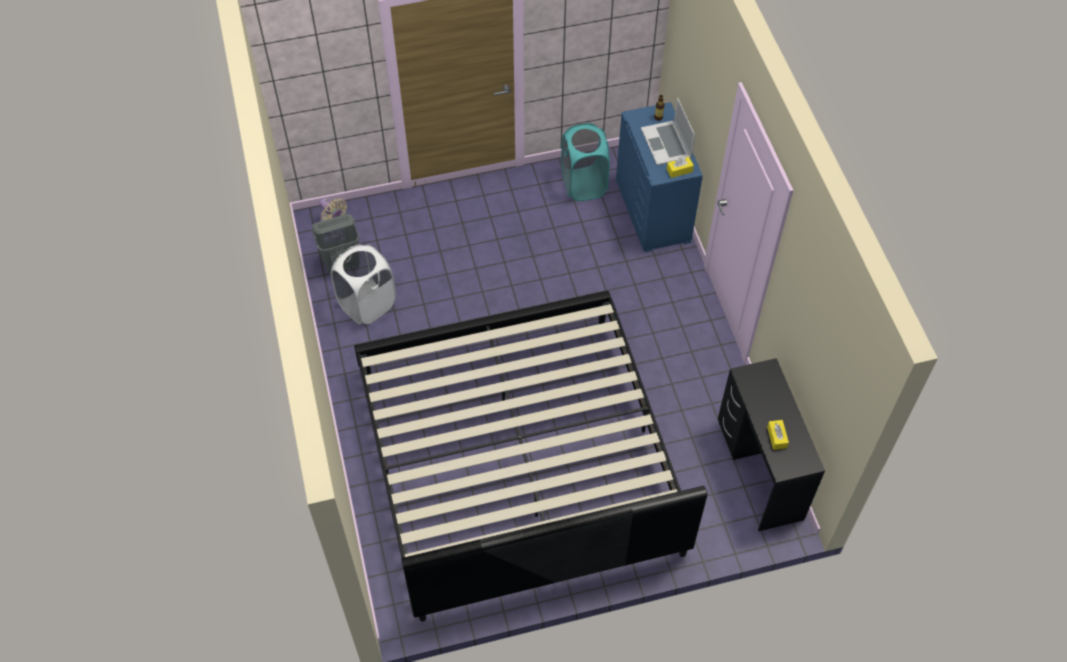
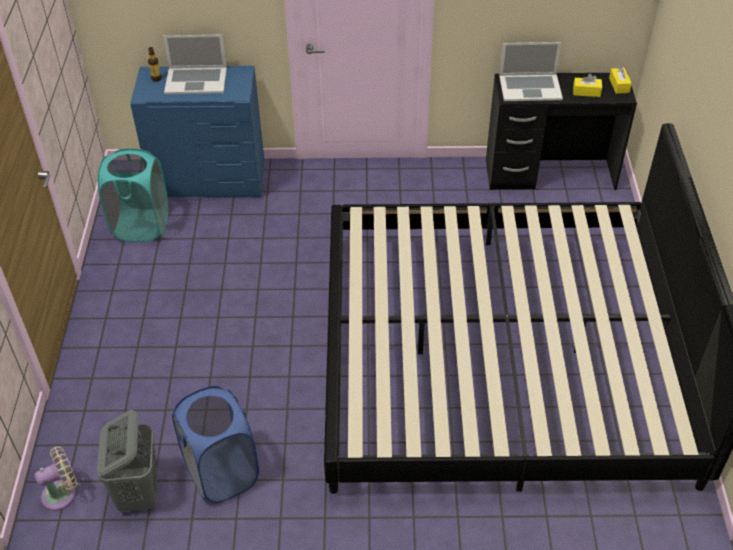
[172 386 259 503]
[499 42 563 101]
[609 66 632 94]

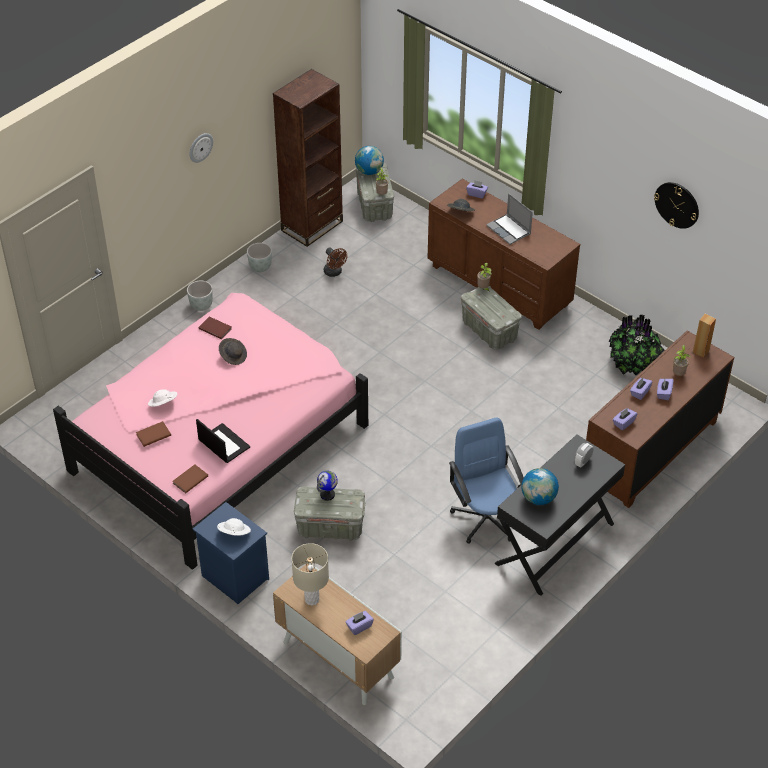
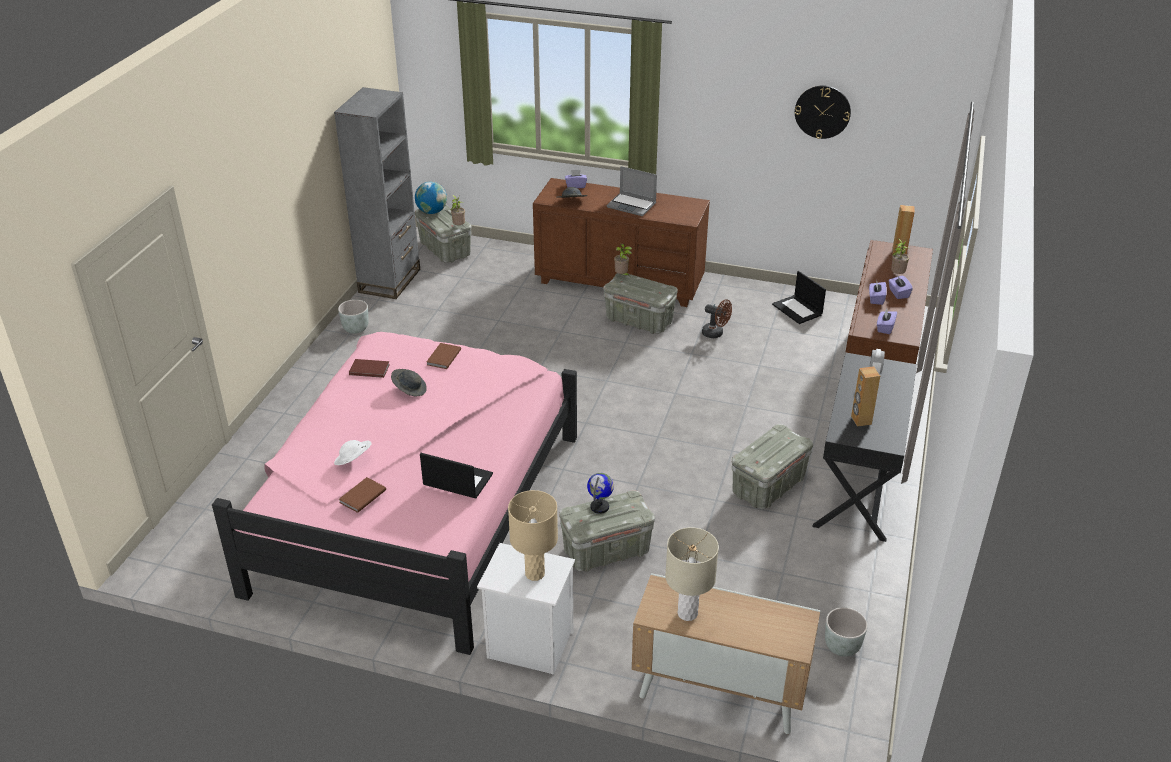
[334 87 420 299]
[426 343 461 369]
[477 543 575 675]
[508 490 558 581]
[702 300 732 338]
[732 424 813 509]
[772 271 826 324]
[825 607 868 657]
[851 366 880 427]
[189 133 213 163] (first image)
[345 611 374 635] (first image)

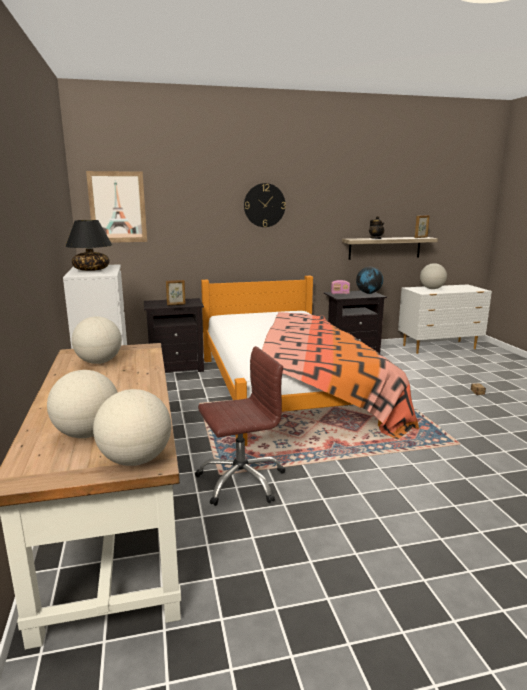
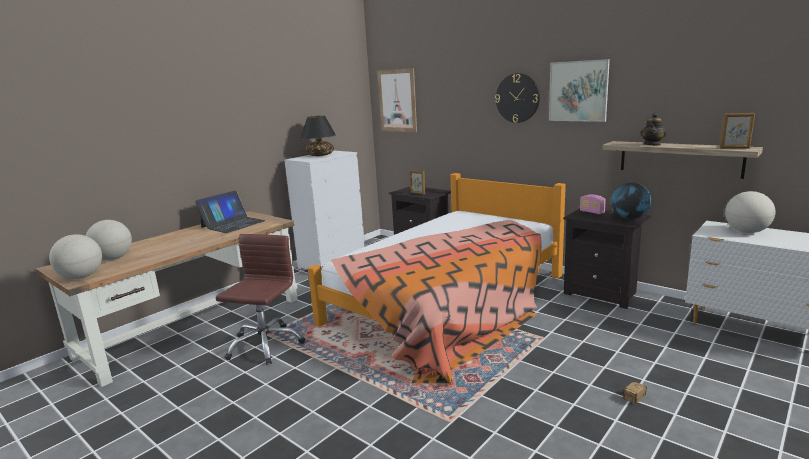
[195 190 266 233]
[216 234 305 365]
[549 59 610 122]

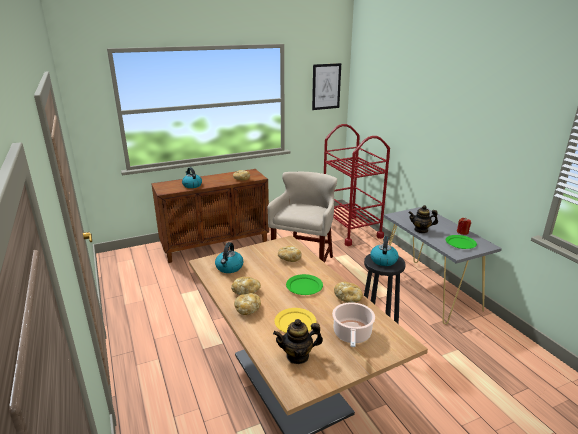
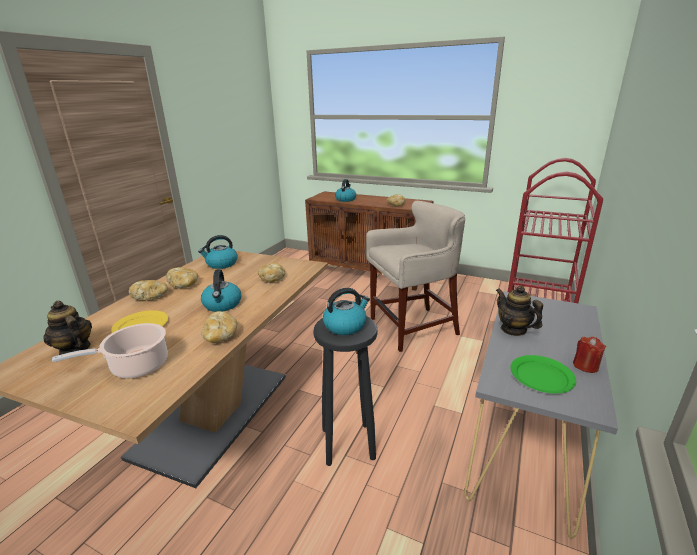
[201 269 241 312]
[312 63 341 110] (first image)

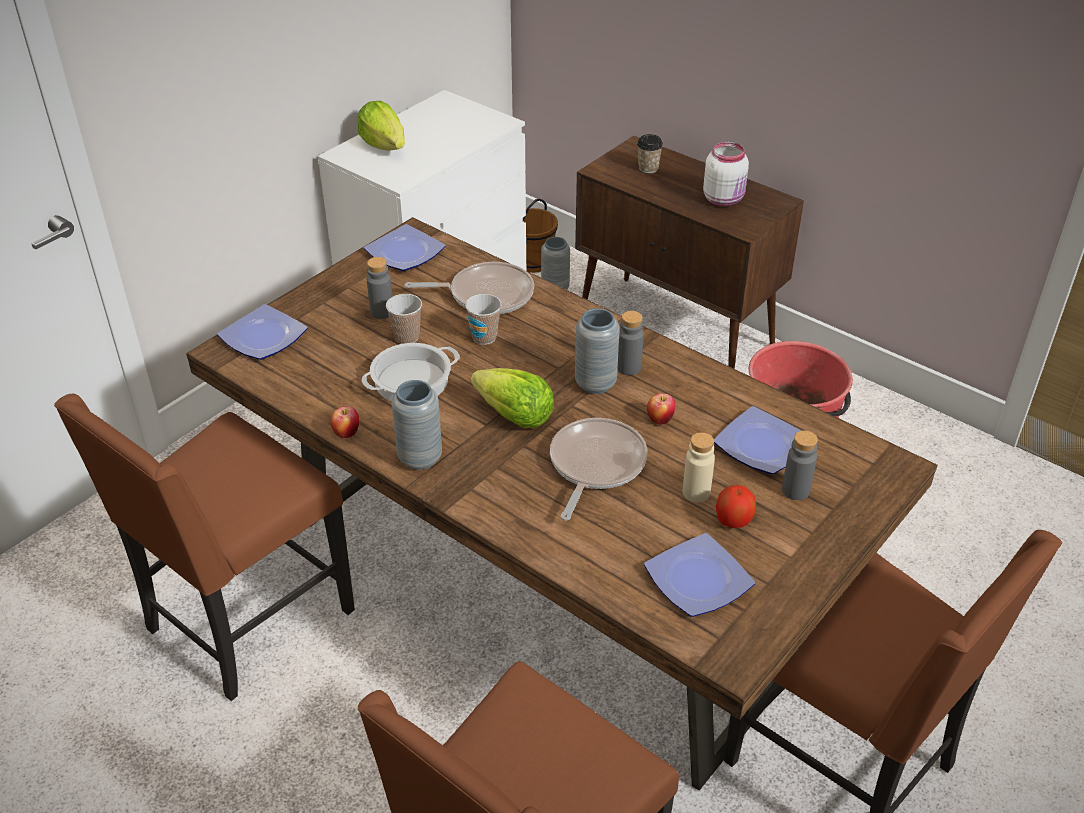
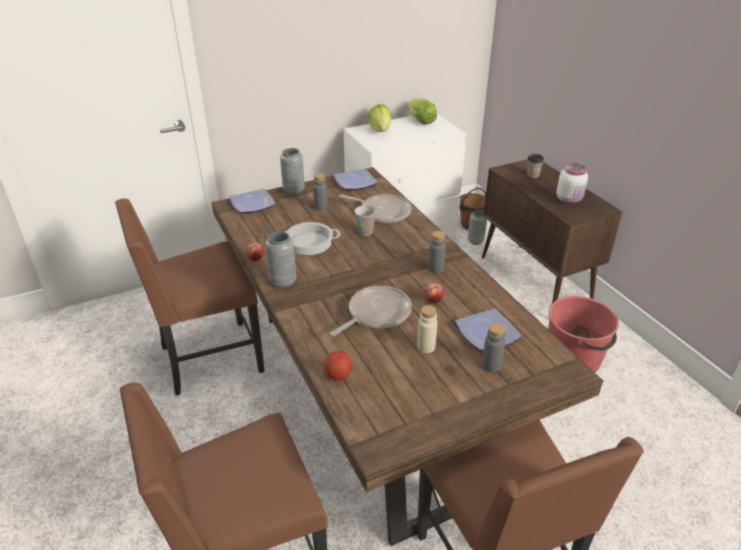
[280 148 305 195]
[325 351 352 381]
[408 99 437 124]
[386 294 422 344] (first image)
[644 533 755 617] (first image)

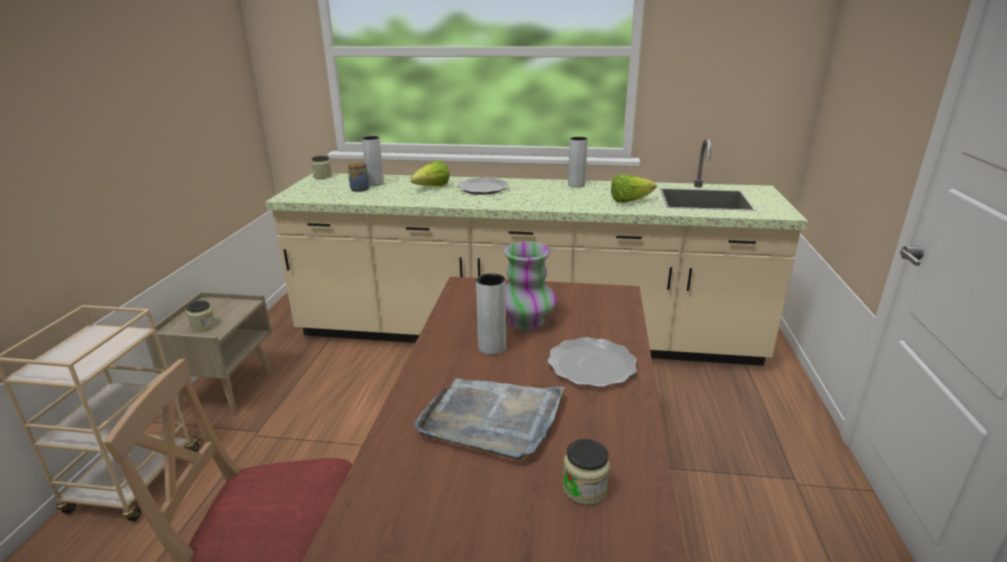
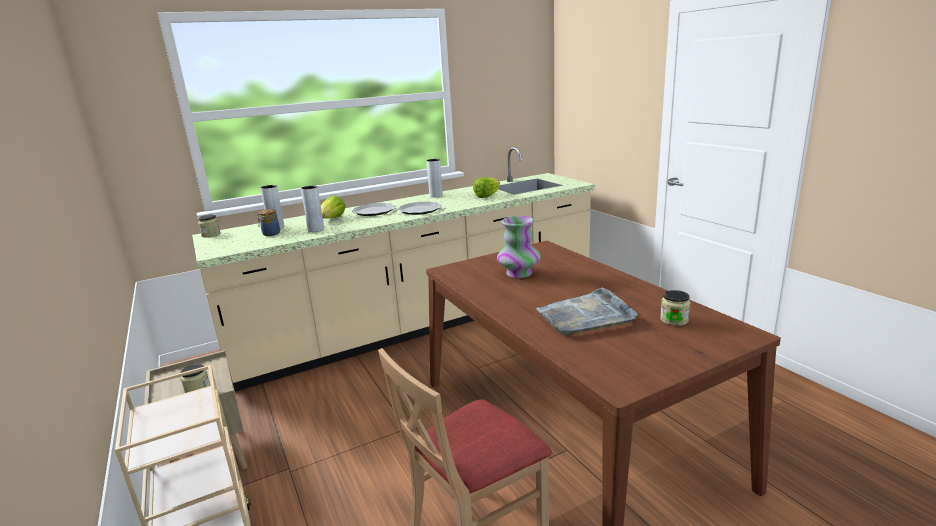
[301 186 324 232]
[398 202 442 215]

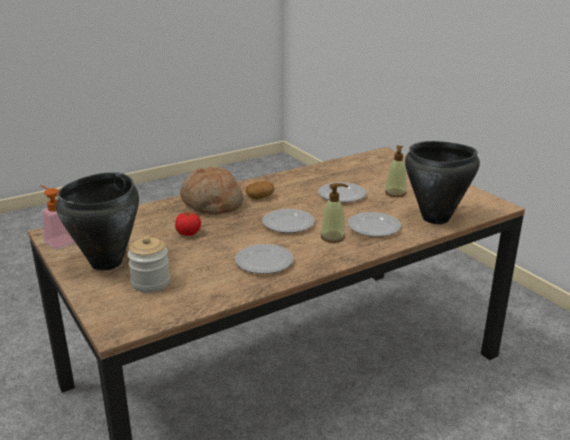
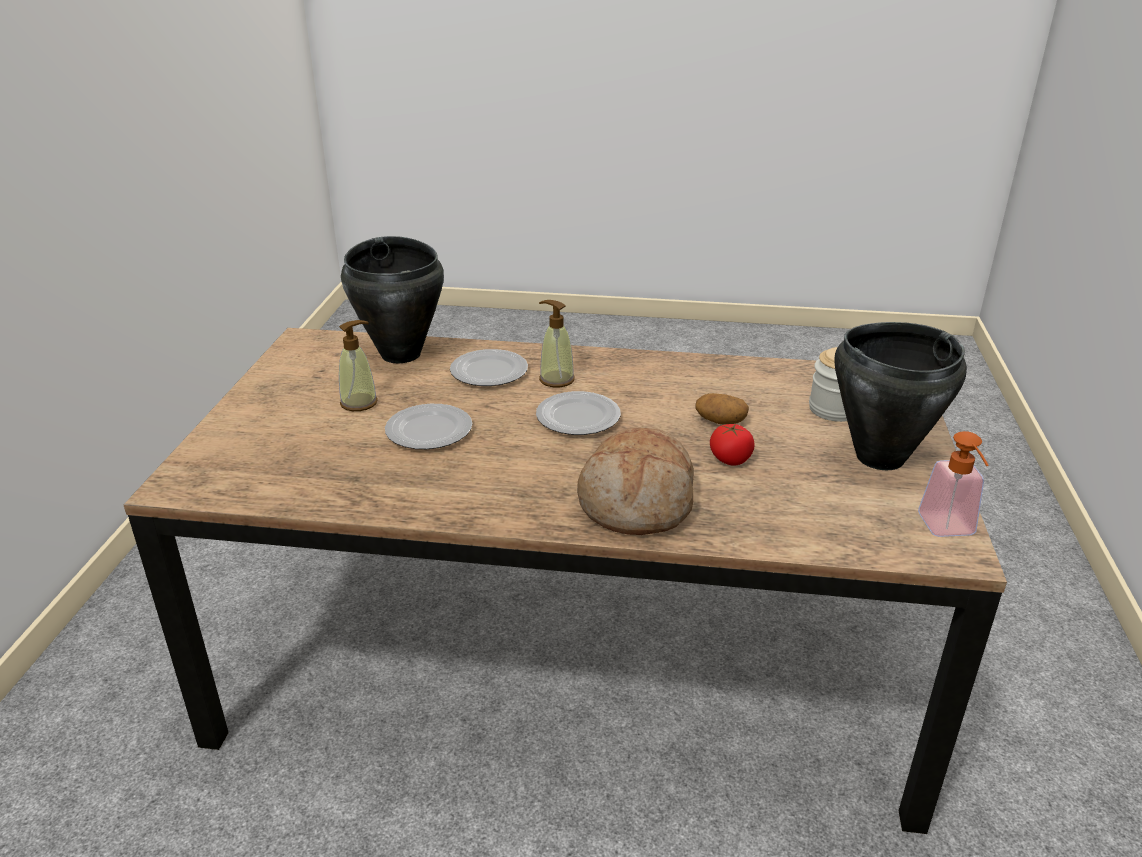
[696 393 749 425]
[235 244 294 274] (first image)

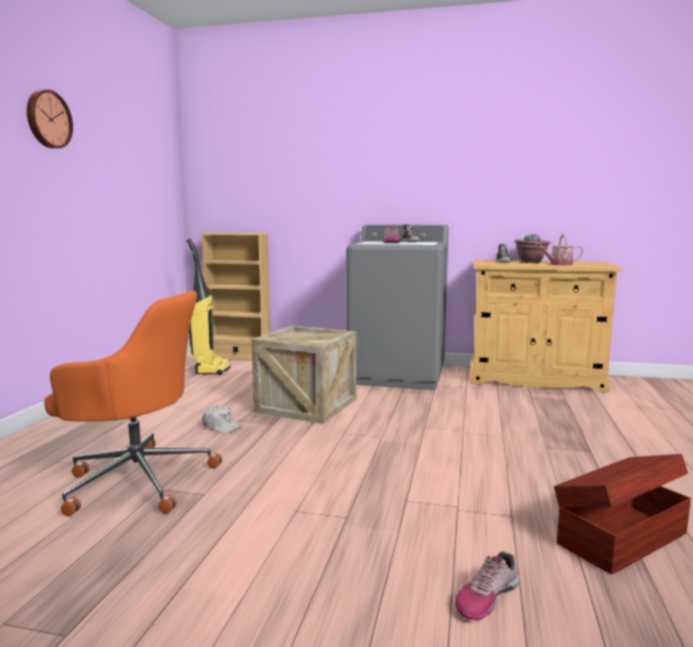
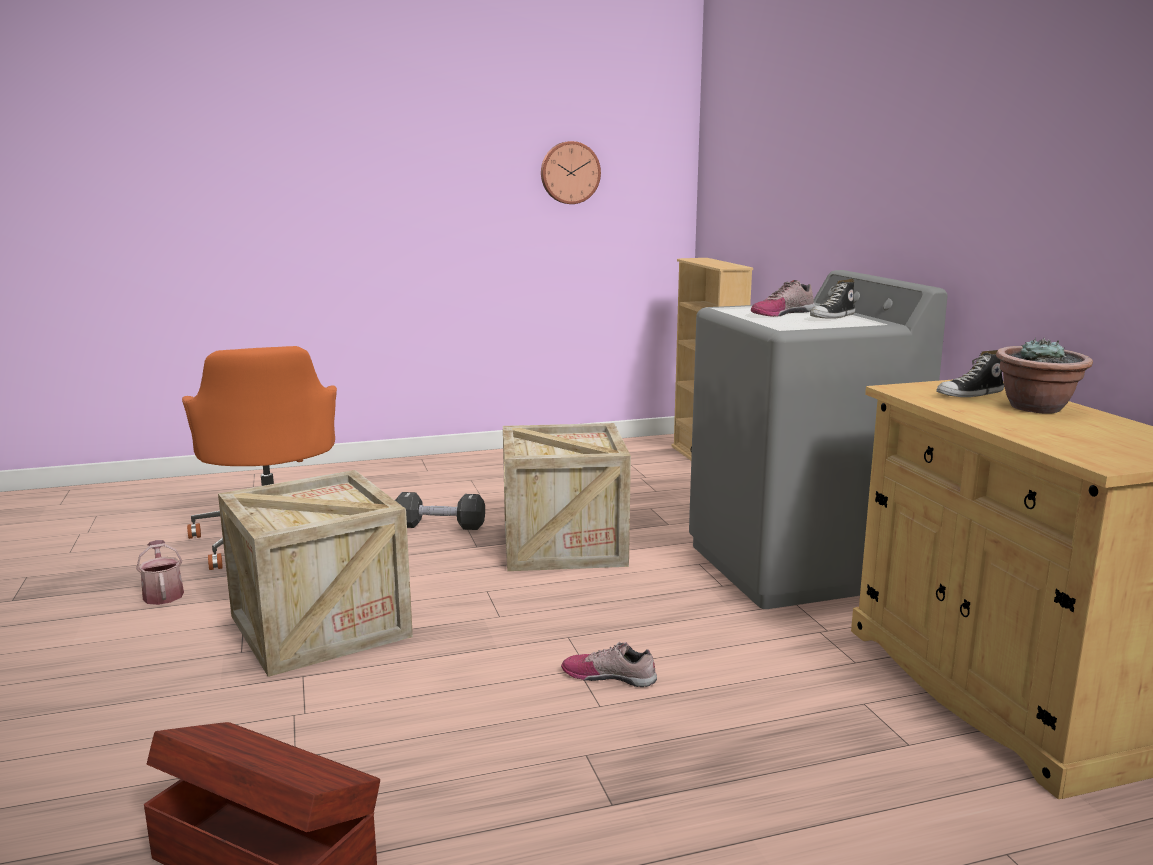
[136 540 184 605]
[218 470 413 677]
[395 492 485 530]
[541 141 601 204]
[561 641 657 687]
[186 238 231 375] (first image)

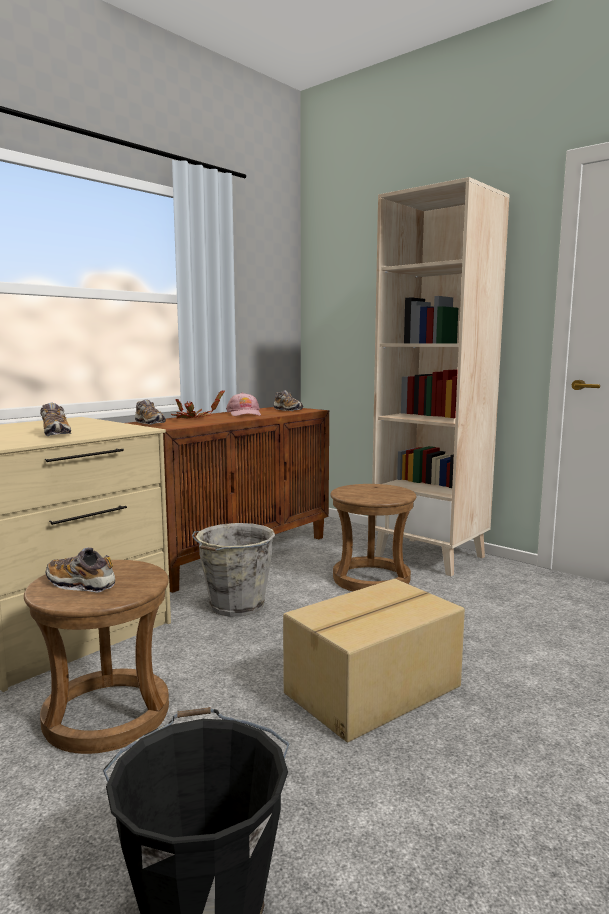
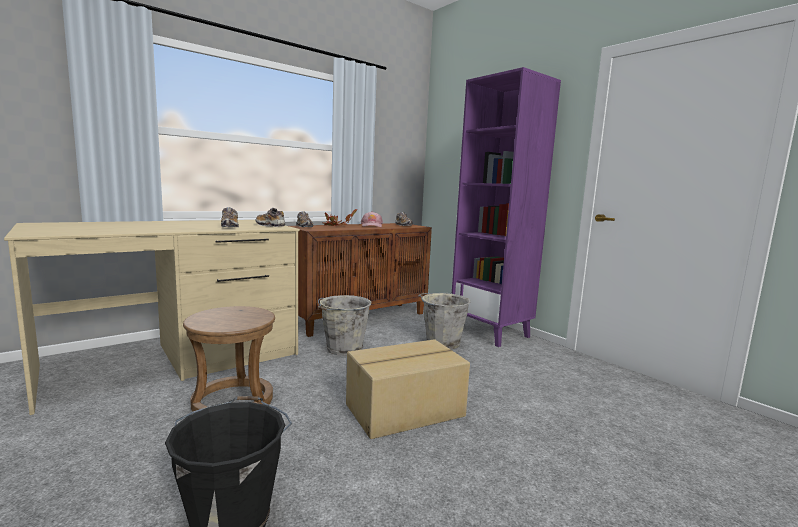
[255 208 285 227]
[418 293 471 349]
[452 67 561 347]

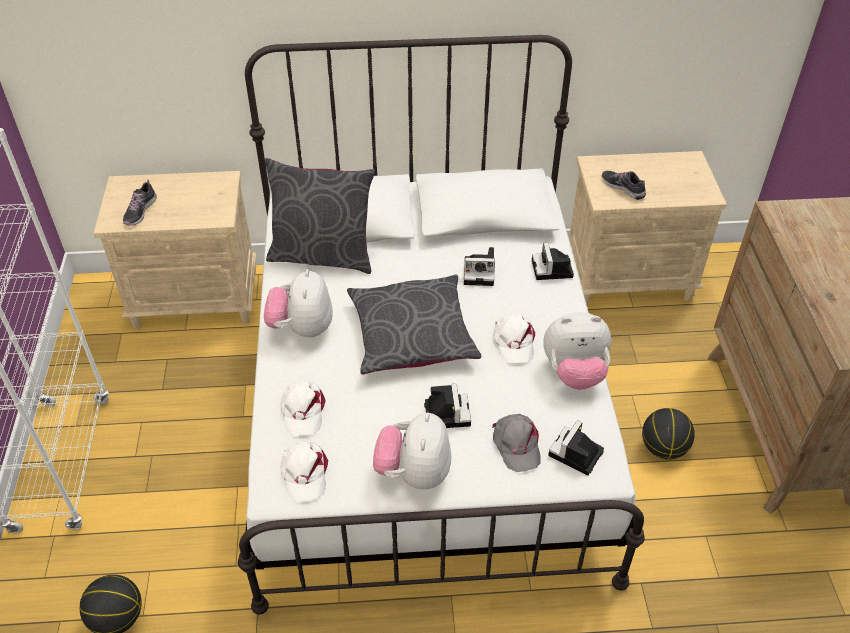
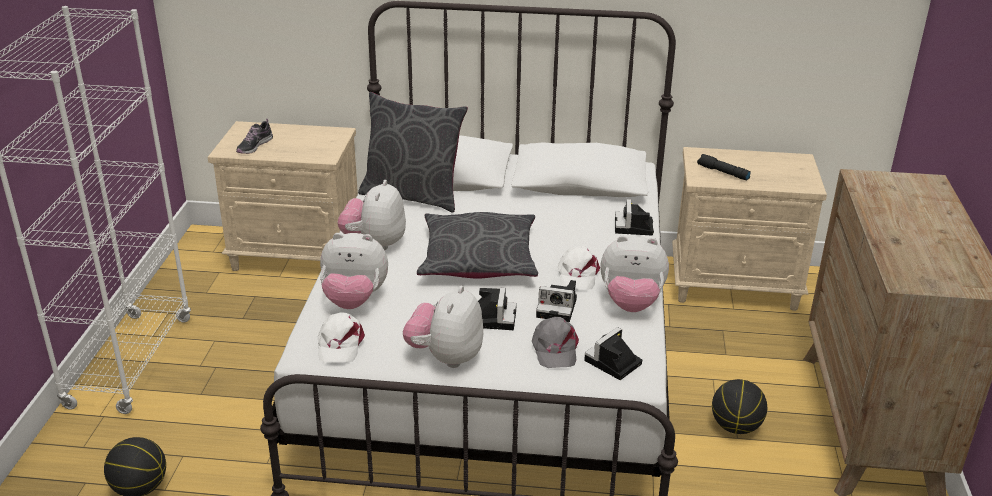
[320 233 388 309]
[536 280 577 322]
[697 154 751 180]

